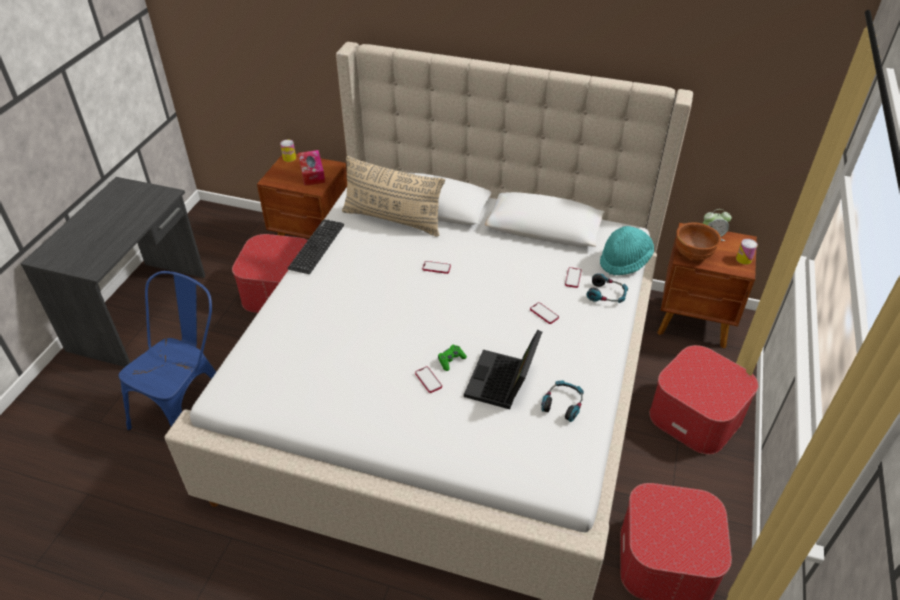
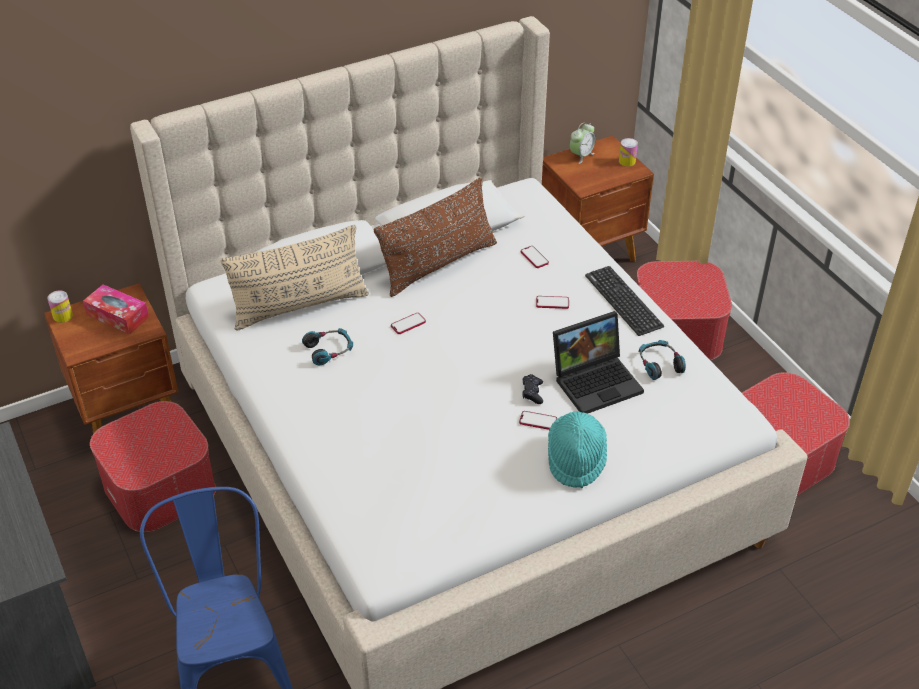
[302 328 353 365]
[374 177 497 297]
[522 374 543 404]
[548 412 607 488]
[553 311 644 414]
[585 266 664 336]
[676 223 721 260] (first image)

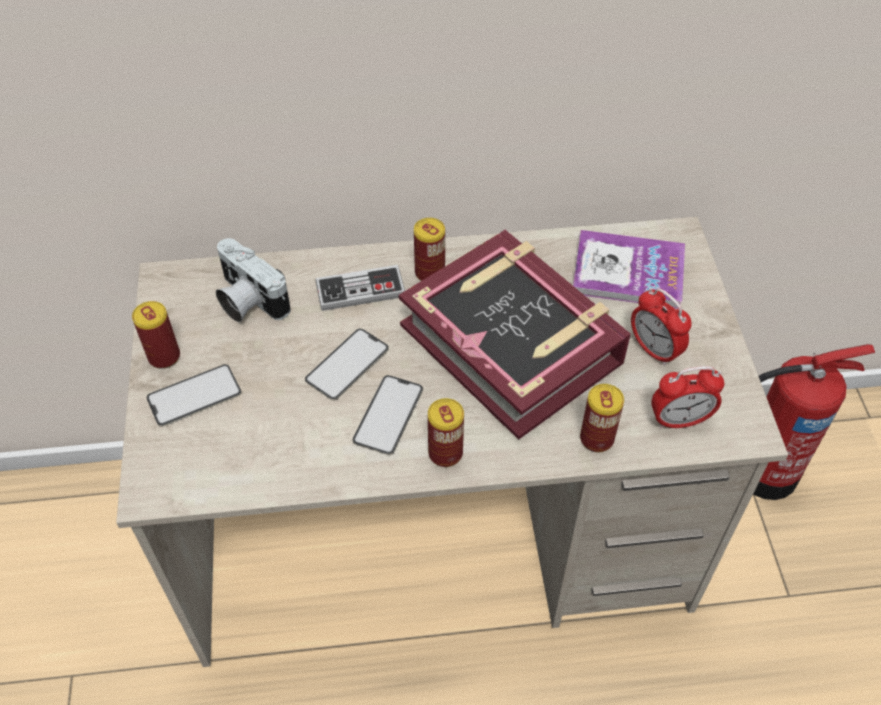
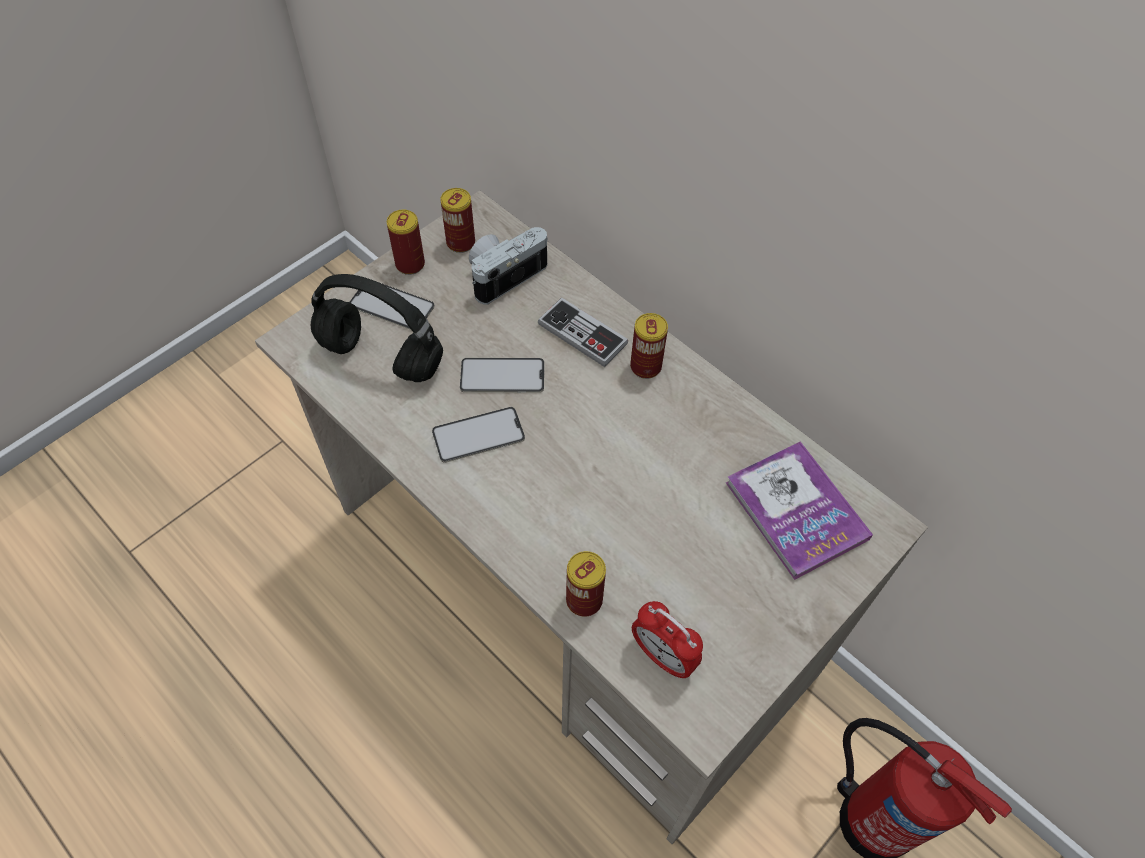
[311 274 443 382]
[440 188 475 253]
[469 227 548 305]
[399 230 631 440] (first image)
[631 288 692 366] (first image)

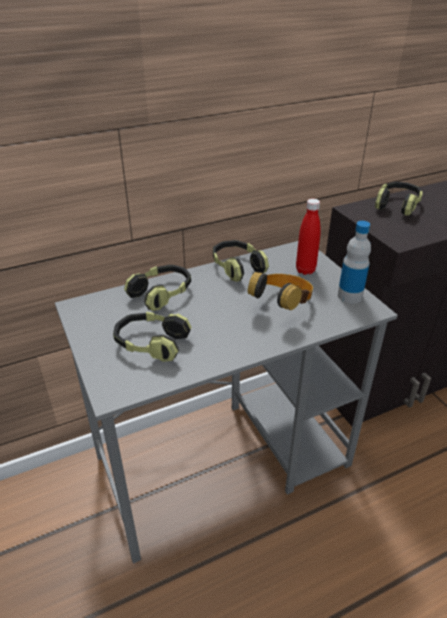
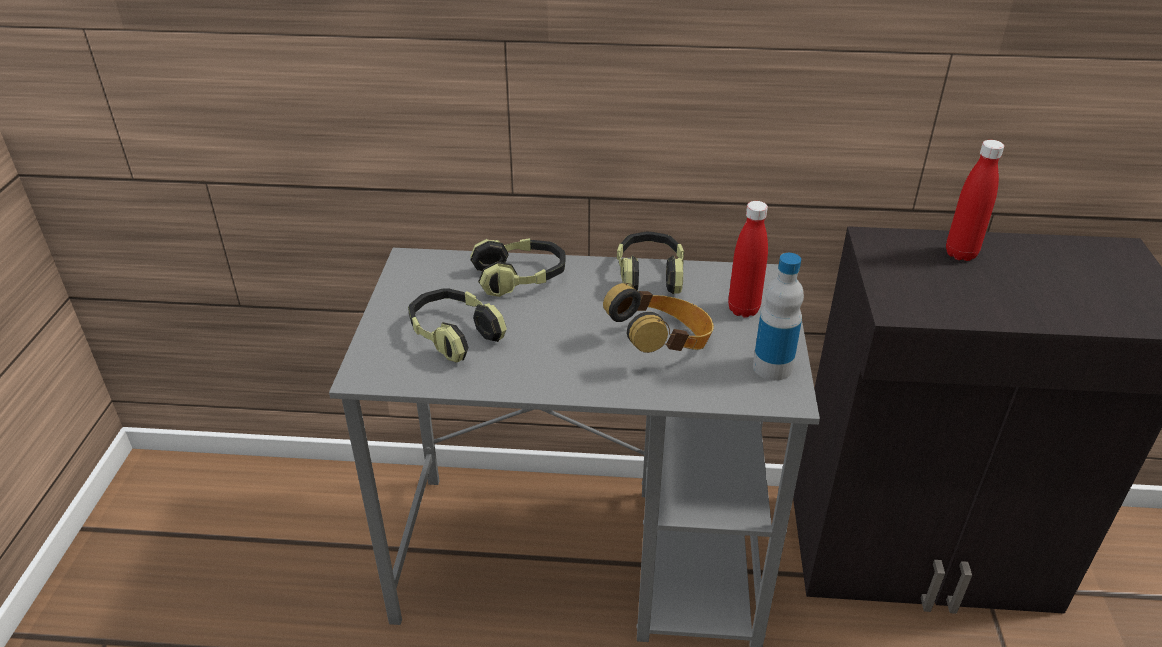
[946 140 1004 261]

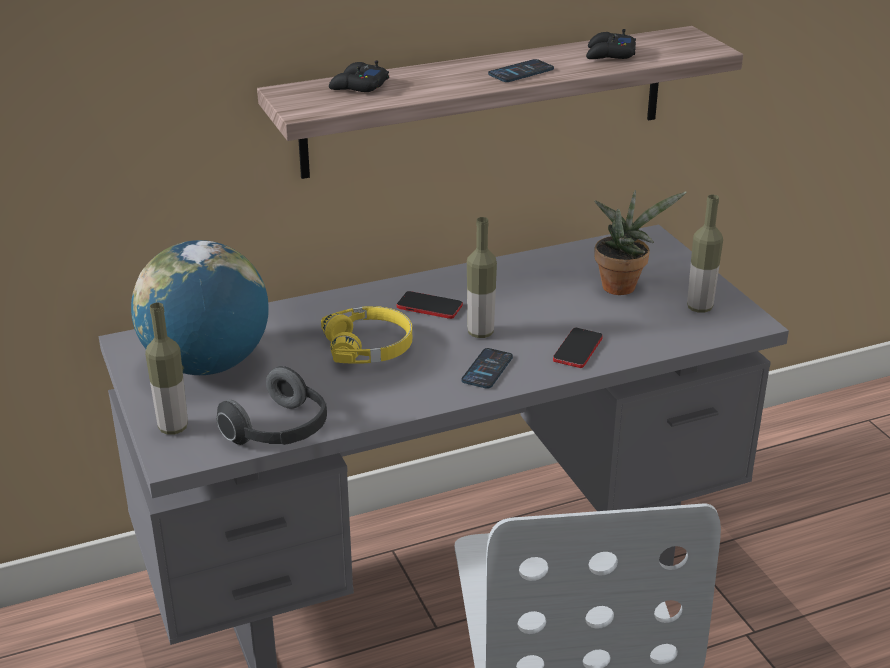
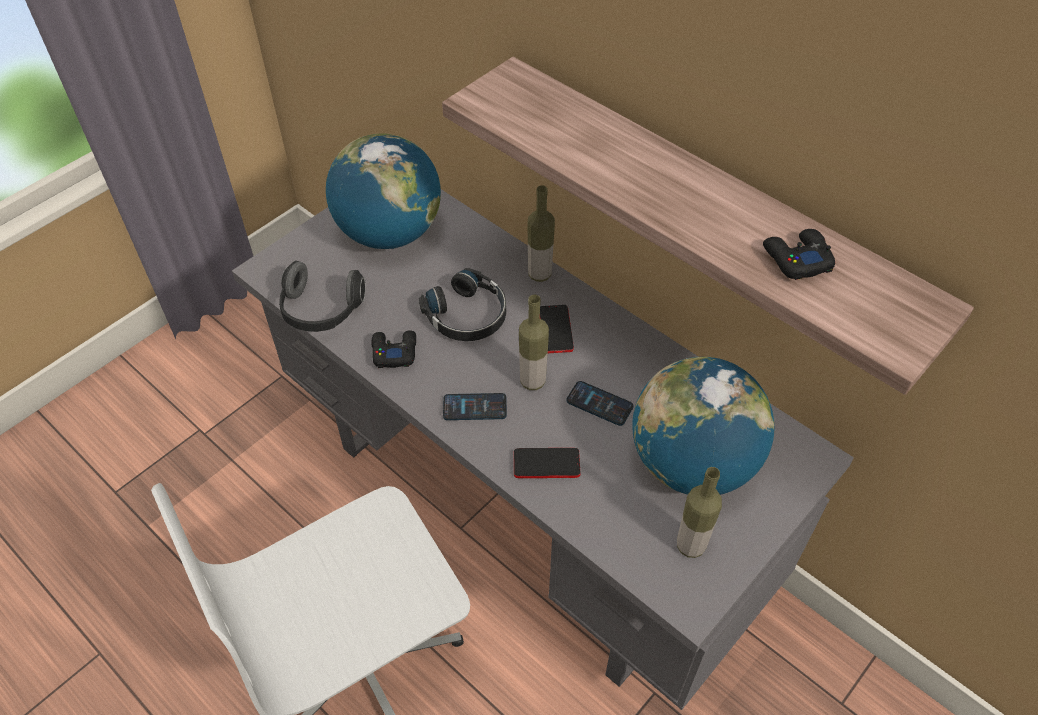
[371 330 416 368]
[419 268 506 341]
[528 185 555 282]
[566 381 633 426]
[632 357 775 495]

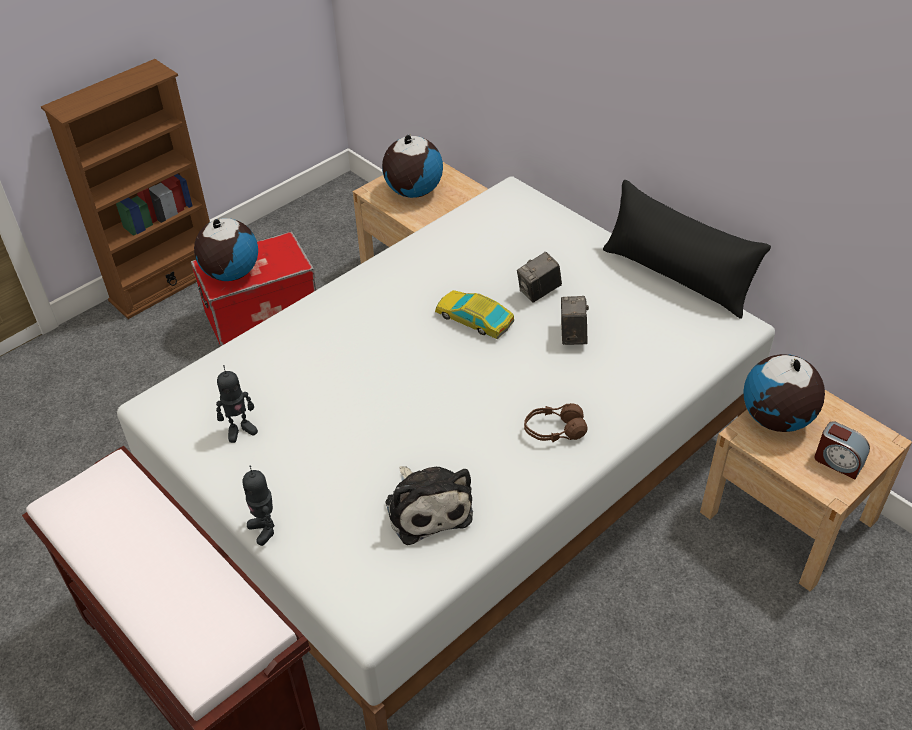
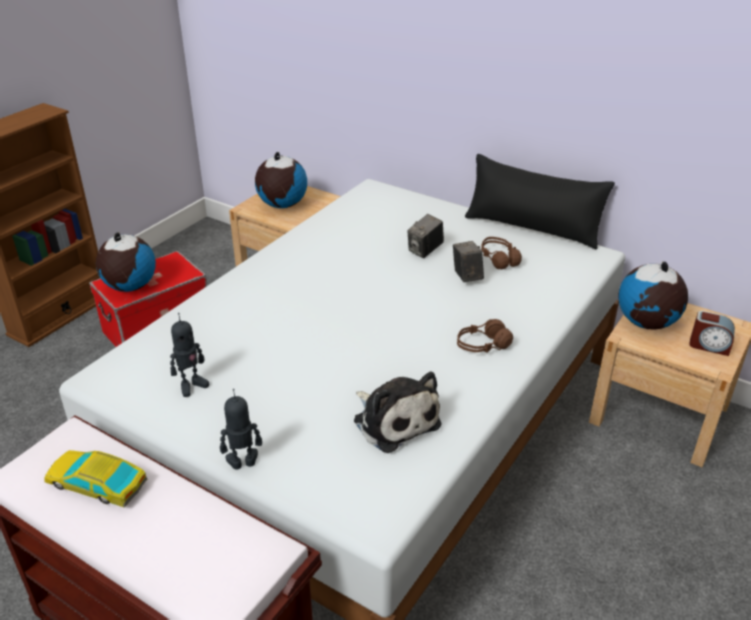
[44 450 147 508]
[220 389 262 470]
[481 237 522 269]

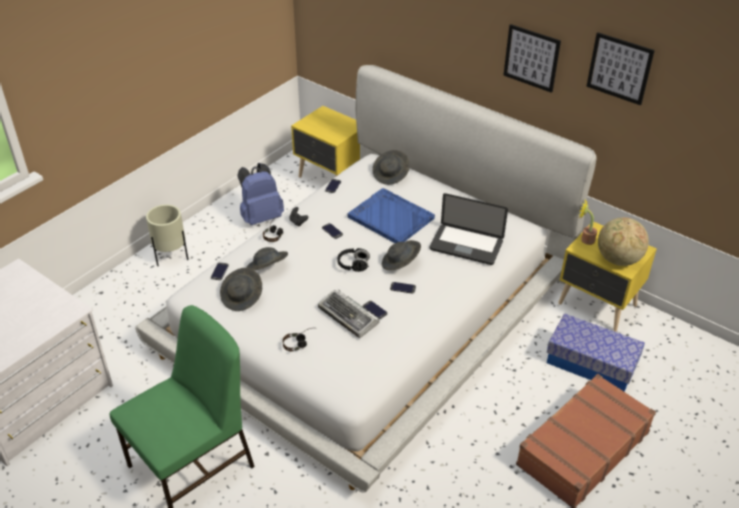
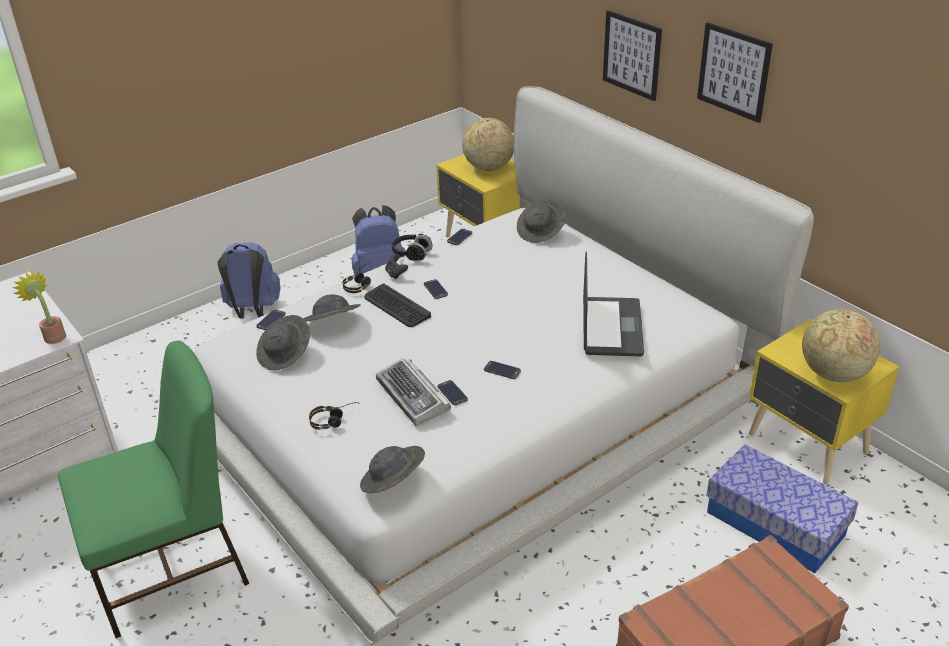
[12 271 66 344]
[217 242 281 319]
[360 446 425 493]
[364 283 431 327]
[392 234 433 261]
[462 118 514 171]
[583 251 644 356]
[603 10 662 101]
[347 188 435 243] (first image)

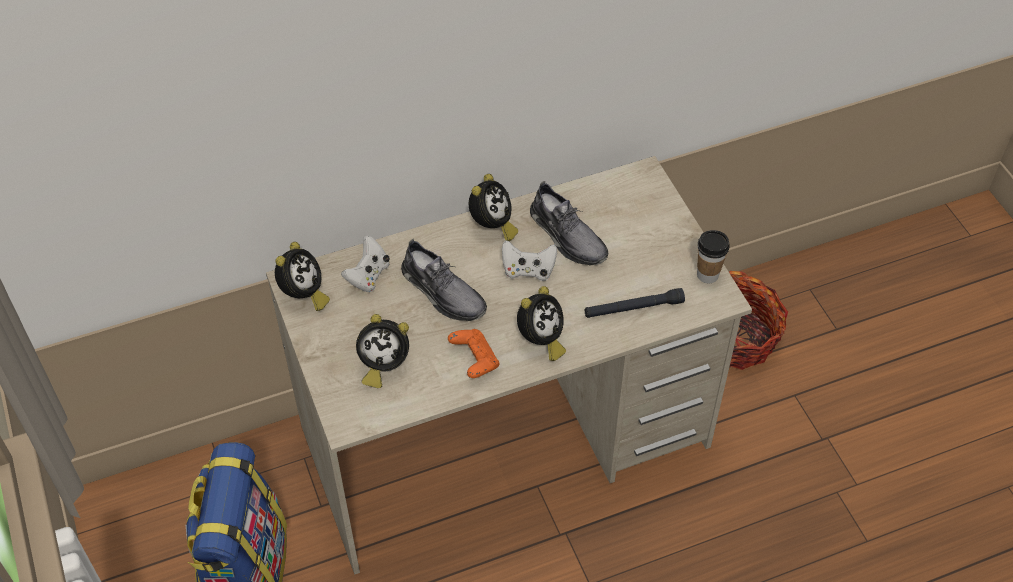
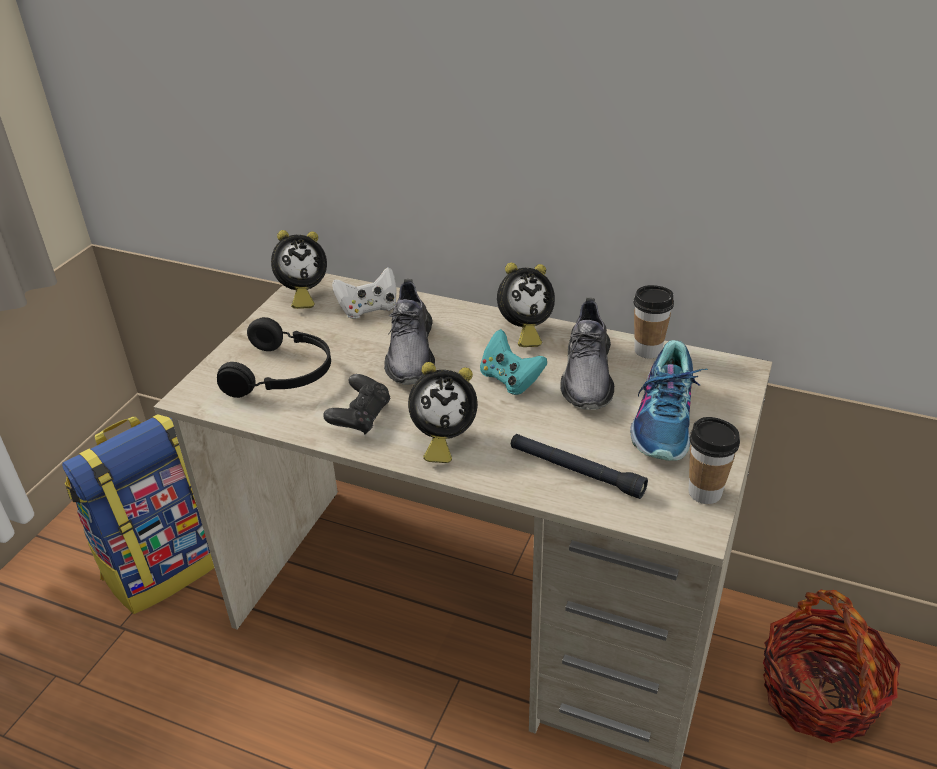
[217 317 331 398]
[323 374 390 435]
[480 329 547 395]
[630 340 708 461]
[633 285 674 359]

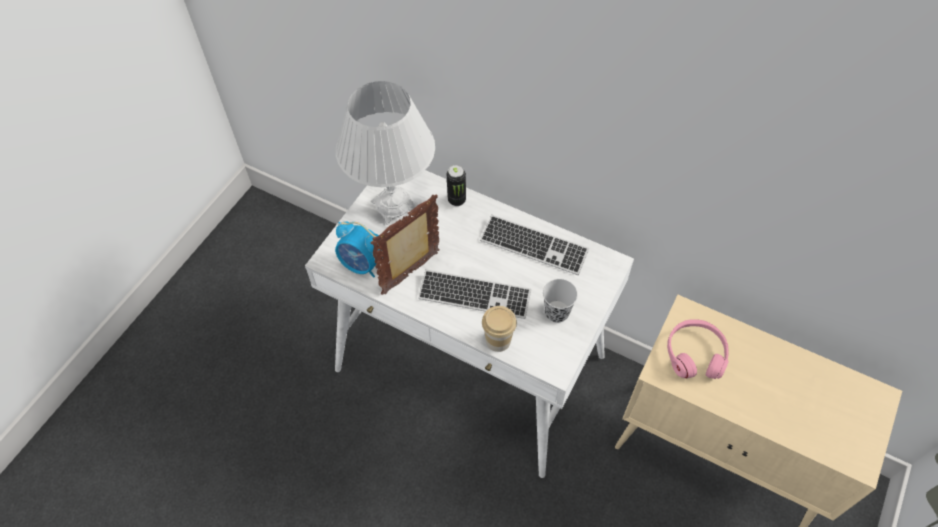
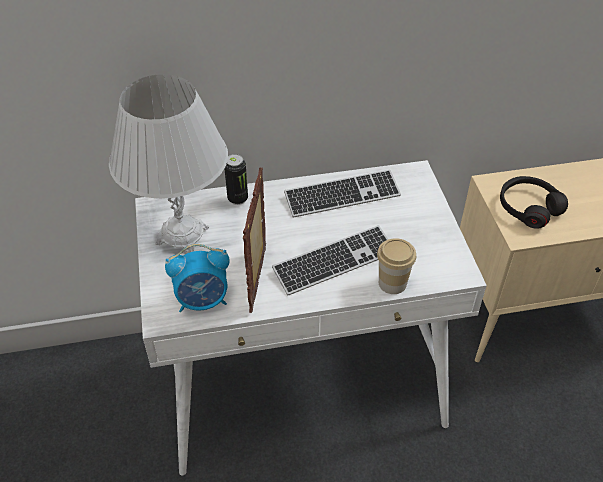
[500 176 568 229]
[543 279 578 323] (first image)

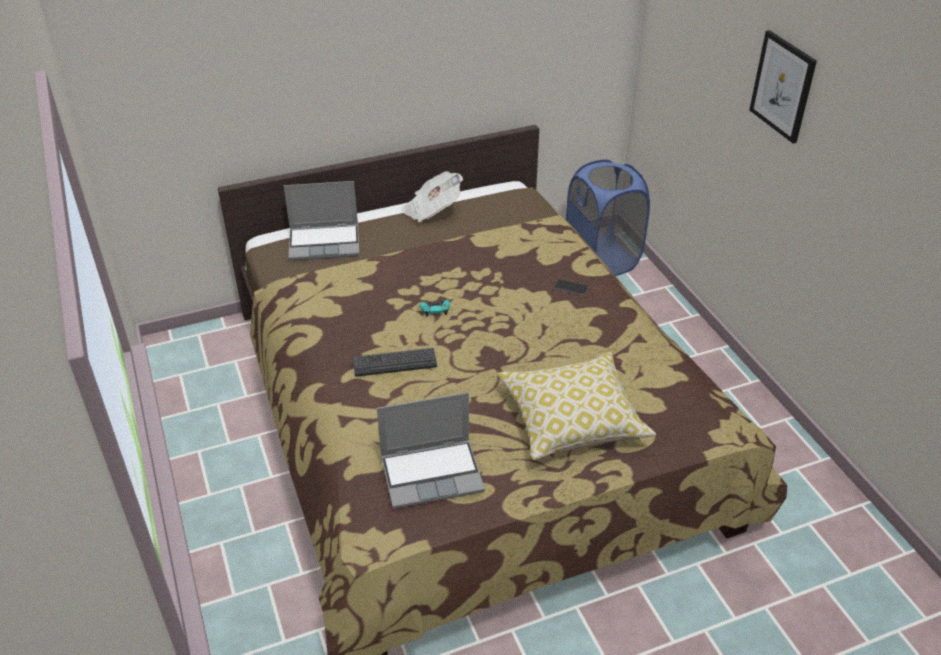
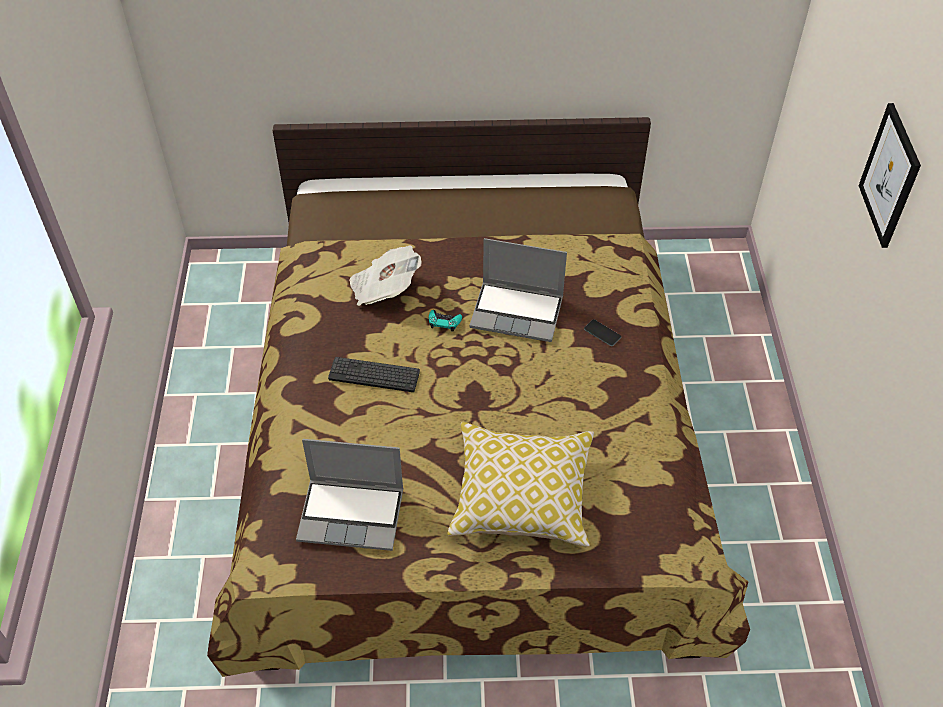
[349 245 422 306]
[469 238 567 342]
[566 160 650 276] (first image)

